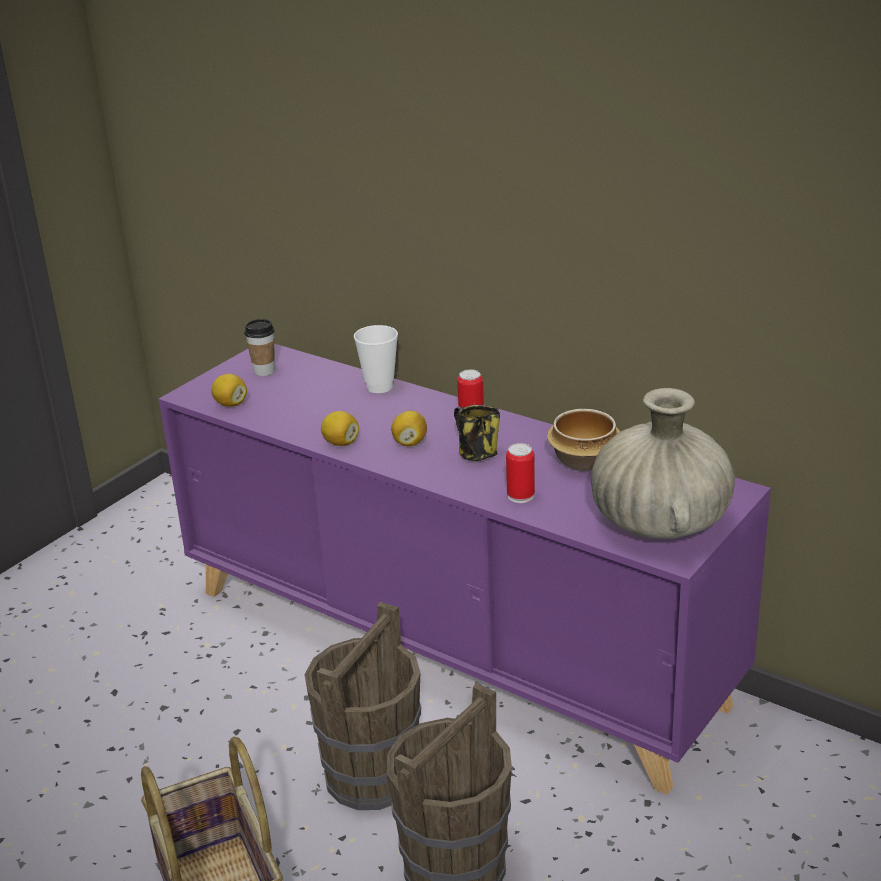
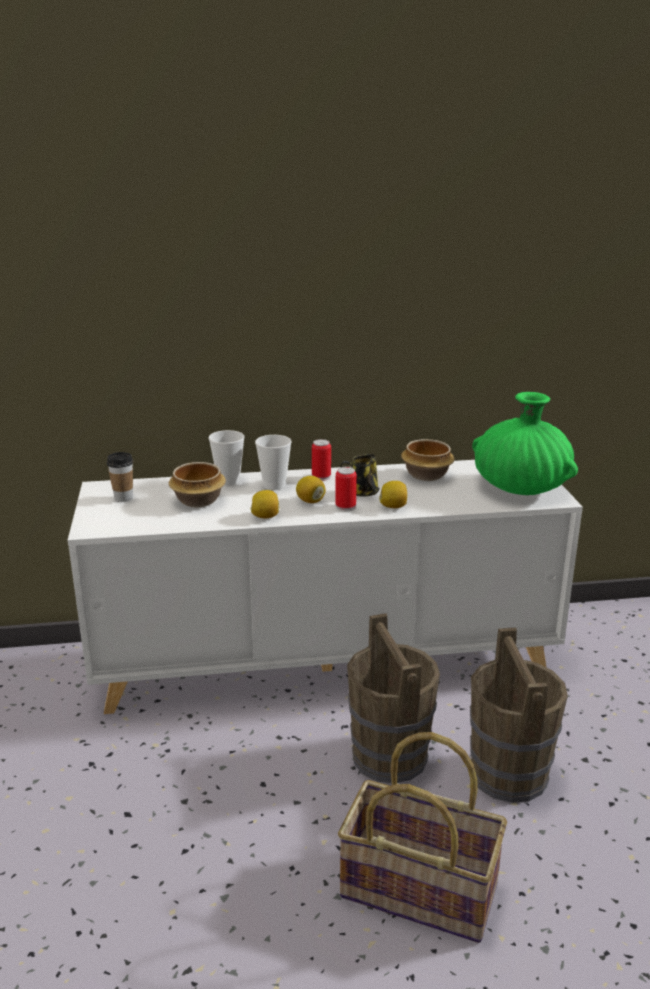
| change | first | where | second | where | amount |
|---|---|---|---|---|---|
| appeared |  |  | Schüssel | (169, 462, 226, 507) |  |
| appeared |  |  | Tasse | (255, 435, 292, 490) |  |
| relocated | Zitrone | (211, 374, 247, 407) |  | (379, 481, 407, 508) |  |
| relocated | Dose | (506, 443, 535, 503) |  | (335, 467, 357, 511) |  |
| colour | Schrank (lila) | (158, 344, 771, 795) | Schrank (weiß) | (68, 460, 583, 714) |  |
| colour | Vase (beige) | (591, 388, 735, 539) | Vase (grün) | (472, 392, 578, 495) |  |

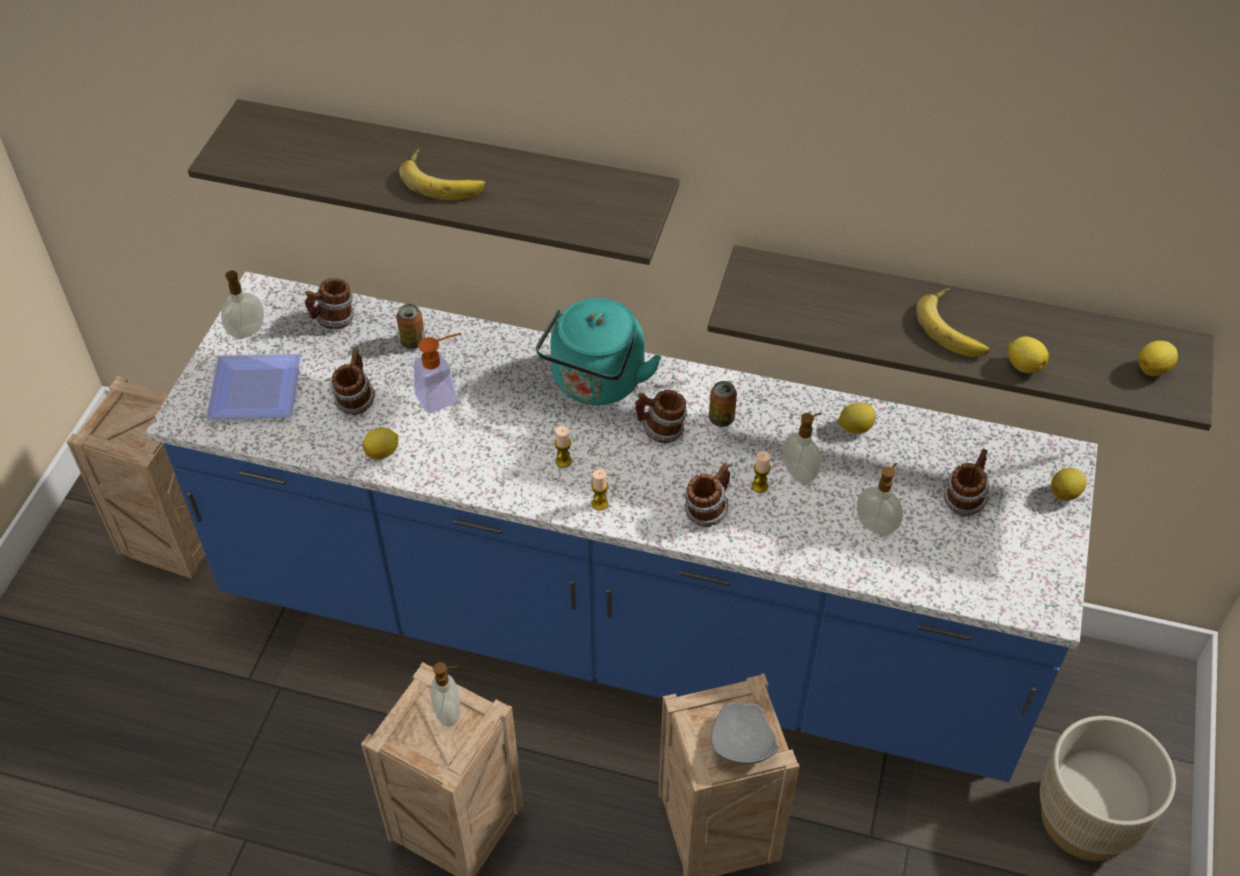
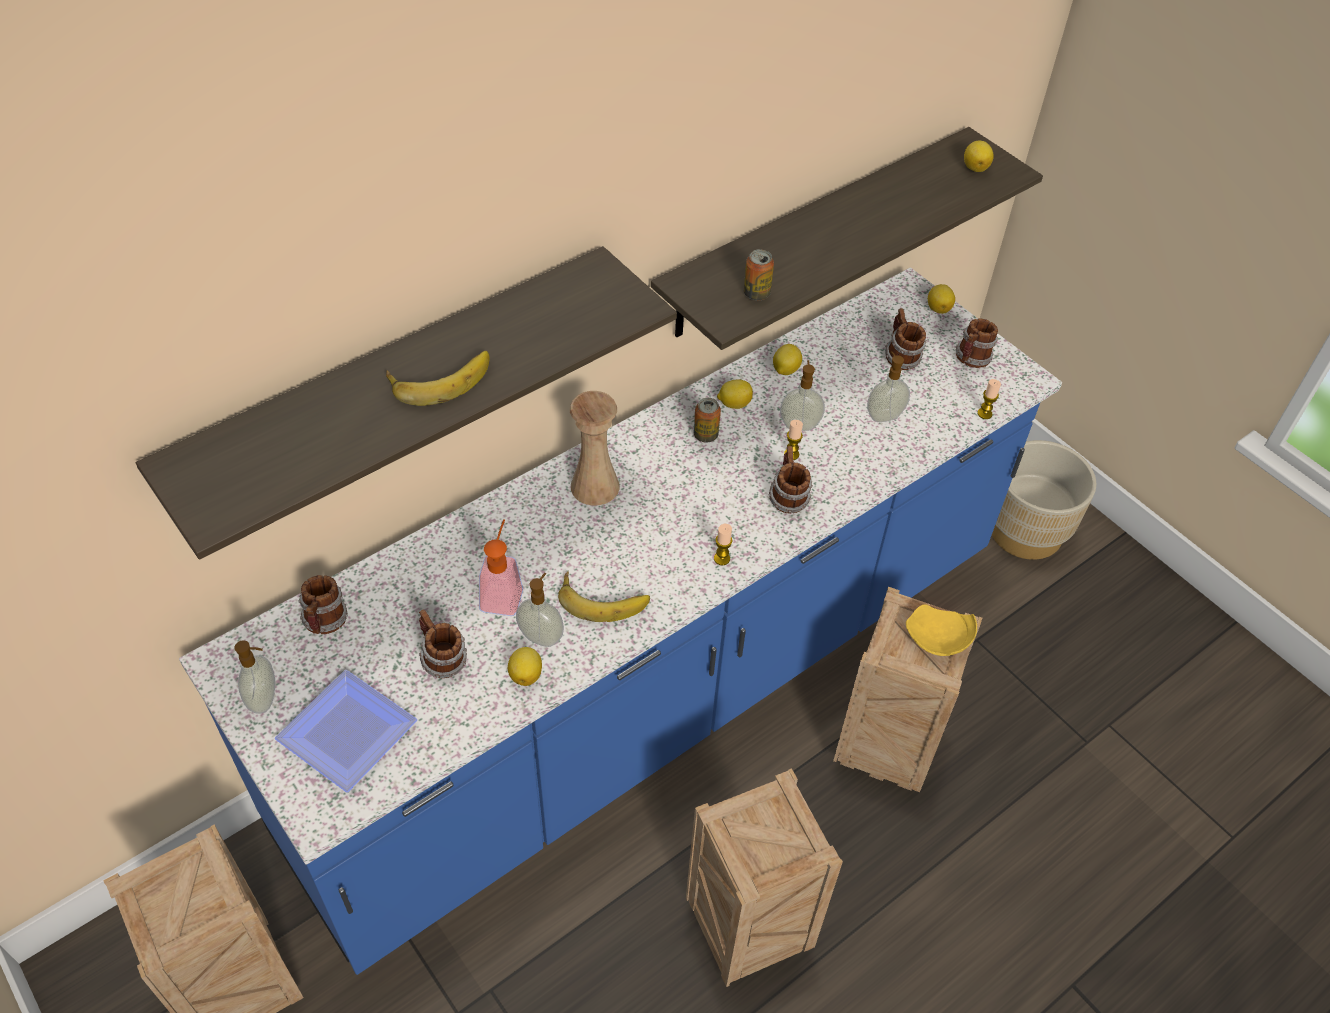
| change | first | where | second | where | amount |
|---|---|---|---|---|---|
| relocated | Dose | (396, 304, 425, 349) |  | (744, 250, 774, 301) |  |
| relocated | Seifenspender | (431, 662, 460, 727) |  | (516, 573, 564, 647) |  |
| relocated | Kerze | (554, 426, 572, 468) |  | (977, 379, 1001, 419) |  |
| relocated | Henkelbecher | (635, 390, 687, 443) |  | (955, 319, 998, 368) |  |
| relocated | Banane | (916, 288, 989, 357) |  | (558, 571, 650, 622) |  |
| relocated | Zitrone | (1008, 336, 1049, 373) |  | (717, 379, 753, 409) |  |
| exchanged | Wasserkessel (türkis) | (536, 298, 661, 405) | Vase (beige) | (570, 391, 620, 505) |  |
| colour | Teller (grau) | (711, 703, 779, 764) | Teller (gelb) | (906, 604, 977, 656) |  |

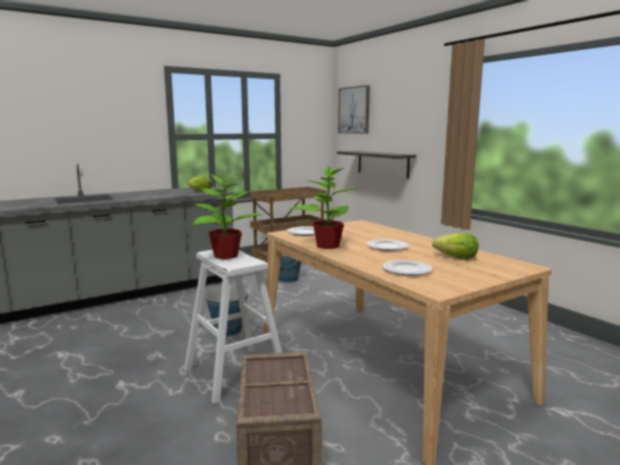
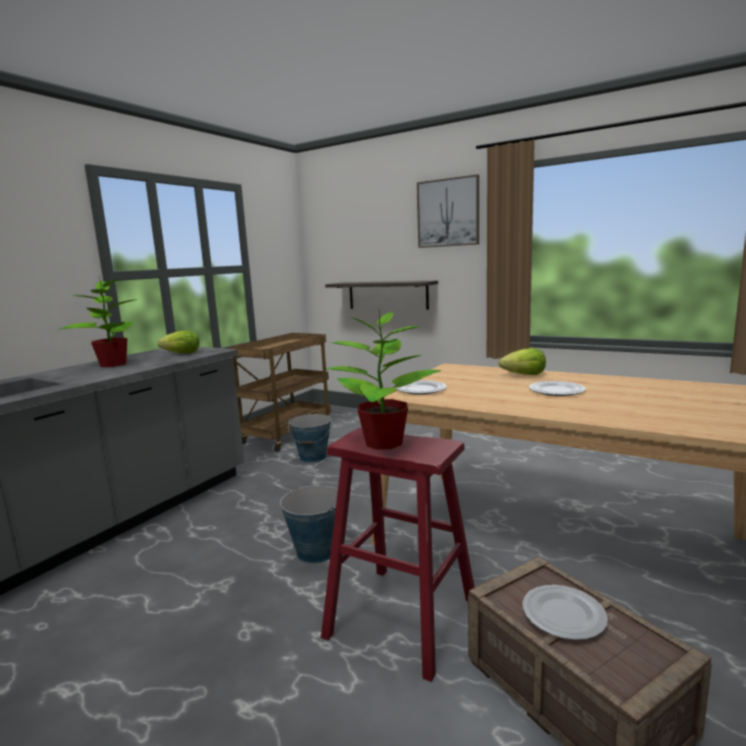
| change | first | where | second | where | amount |
|---|---|---|---|---|---|
| relocated | Topfpflanze | (290, 163, 359, 249) |  | (60, 275, 138, 367) |  |
| relocated | Bild | (338, 85, 370, 134) |  | (417, 174, 479, 248) |  |
| relocated | Teller | (383, 260, 433, 276) |  | (522, 585, 608, 640) |  |
| relocated | Salatkopf | (432, 233, 478, 260) |  | (499, 348, 546, 375) |  |
| colour | Hocker (weiß) | (184, 250, 282, 404) | Hocker (rot) | (321, 428, 475, 682) |  |

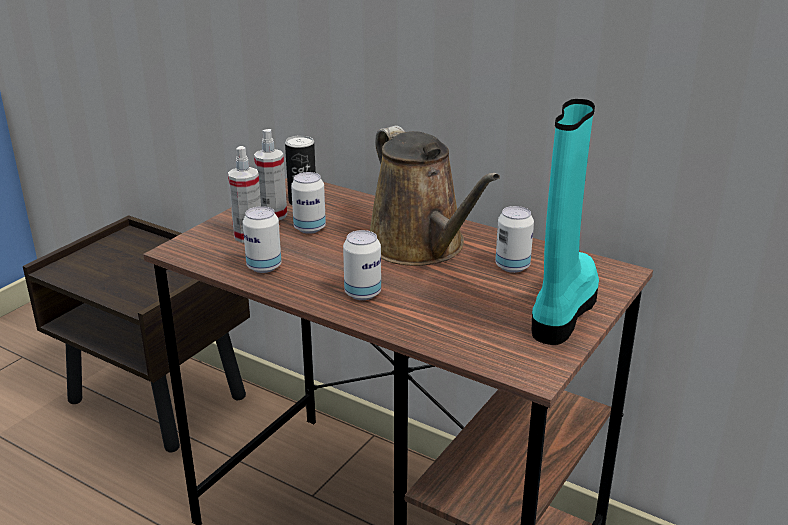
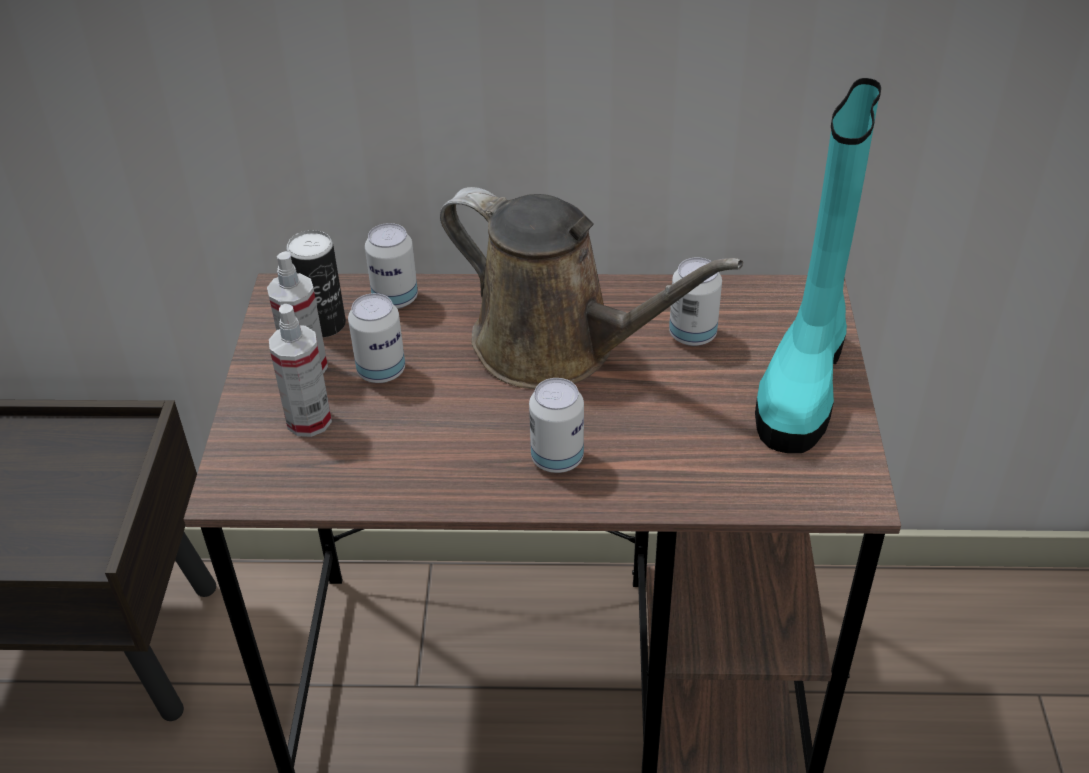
| change | first | where | second | where | amount |
|---|---|---|---|---|---|
| relocated | Dose | (243, 206, 281, 273) |  | (365, 223, 418, 309) |  |
| spun | Stiefel (türkis) | (532, 99, 599, 345) |  | (755, 78, 881, 453) | 150 degrees counterclockwise |

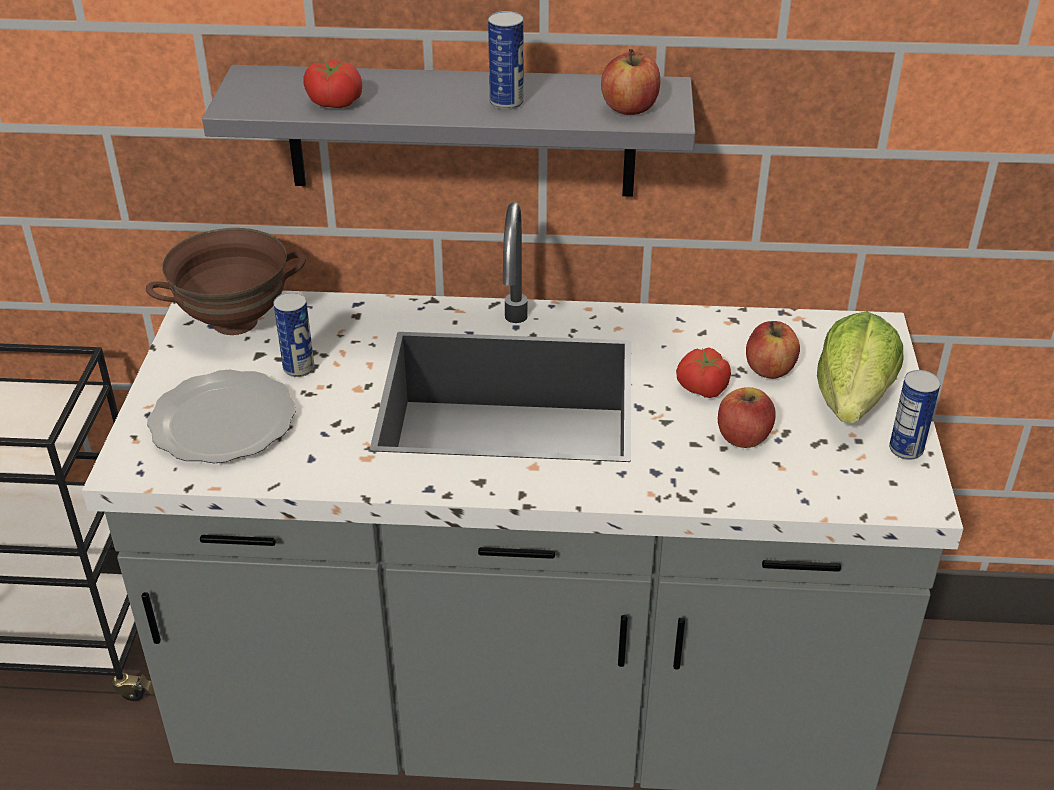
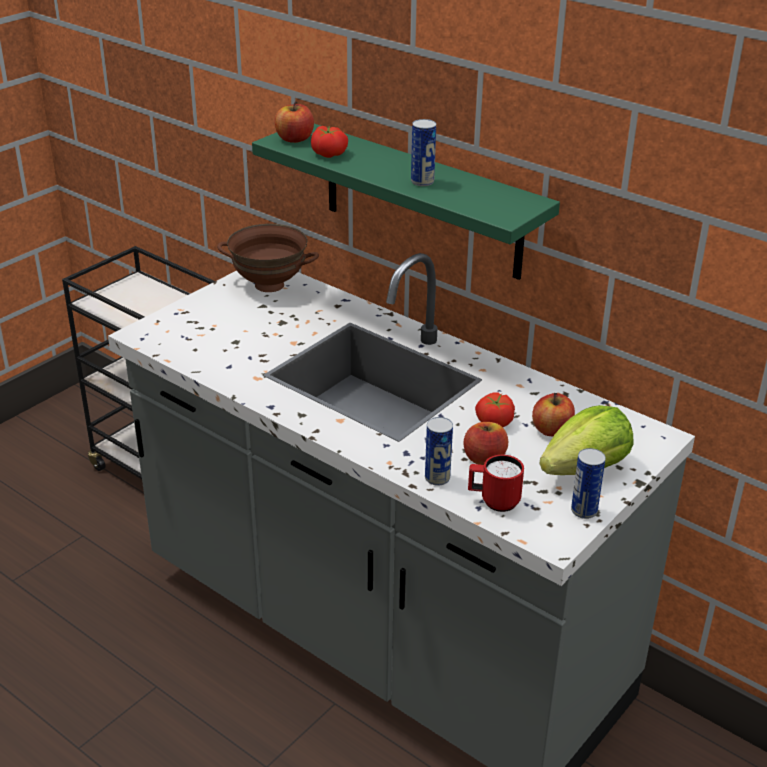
| change | first | where | second | where | amount |
|---|---|---|---|---|---|
| missing | Teller | (147, 369, 296, 463) |  |  |  |
| appeared |  |  | Henkelbecher (rot) | (468, 455, 524, 512) |  |
| relocated | Dose | (273, 292, 314, 377) |  | (425, 417, 453, 486) |  |
| relocated | Apfel | (601, 49, 660, 115) |  | (275, 101, 314, 143) |  |
| colour | Wandregal (grau) | (202, 65, 695, 197) | Wandregal (grün) | (252, 124, 560, 280) |  |

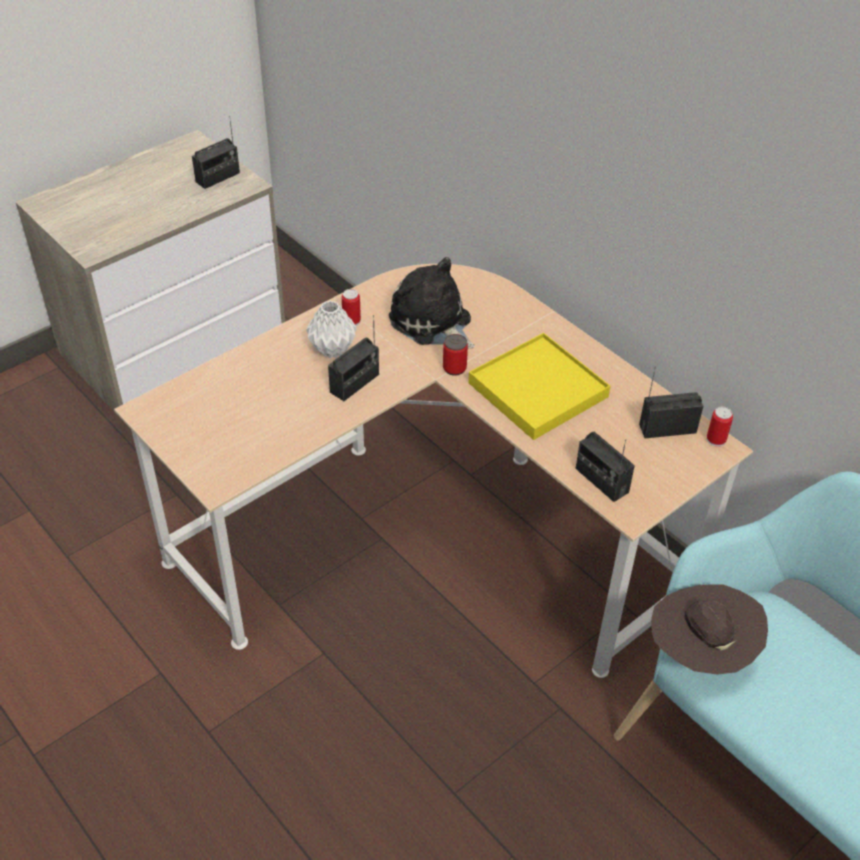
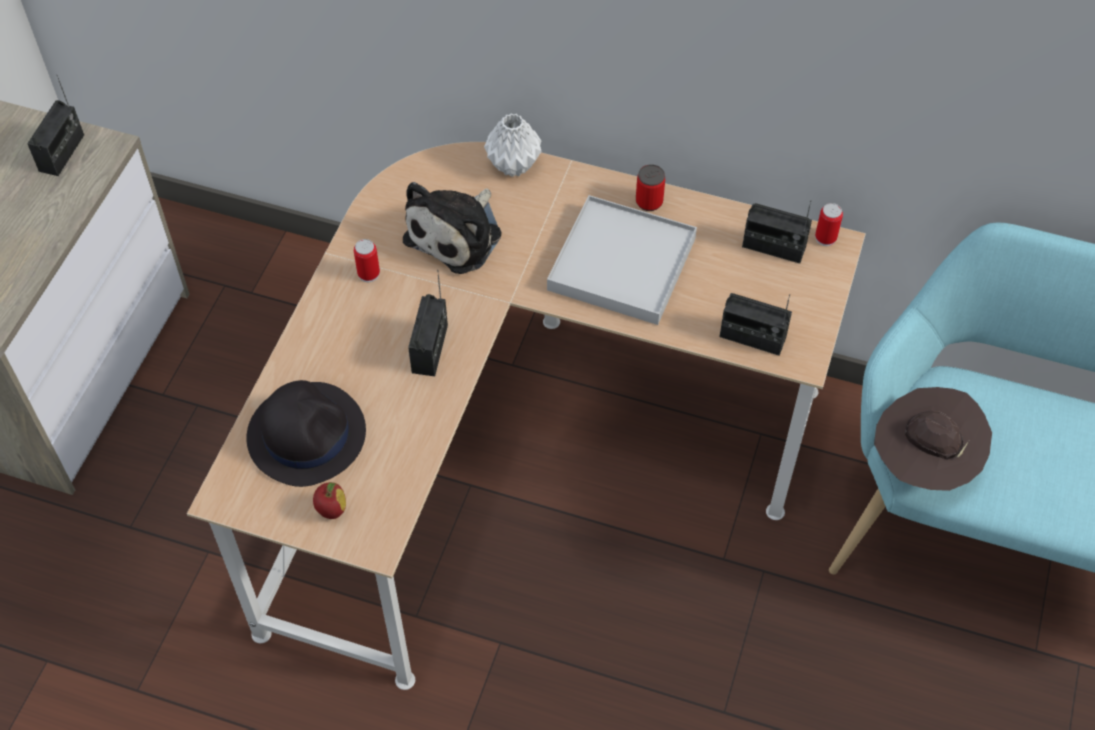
| change | first | where | second | where | amount |
|---|---|---|---|---|---|
| appeared |  |  | Hut (schwarz) | (246, 380, 366, 487) |  |
| appeared |  |  | Apfel | (313, 482, 346, 519) |  |
| relocated | Vase (weiß) | (306, 301, 357, 358) |  | (484, 113, 542, 177) |  |
| relocated | Dose | (443, 334, 468, 376) |  | (636, 165, 665, 211) |  |
| colour | Tablett (gelb) | (468, 333, 611, 440) | Tablett (weiß) | (547, 195, 697, 325) |  |
| spun | Plüschtier | (389, 257, 475, 348) |  | (403, 182, 502, 274) | 75 degrees counterclockwise |
| spun | Radio | (639, 367, 703, 438) |  | (742, 200, 812, 263) | 120 degrees counterclockwise |

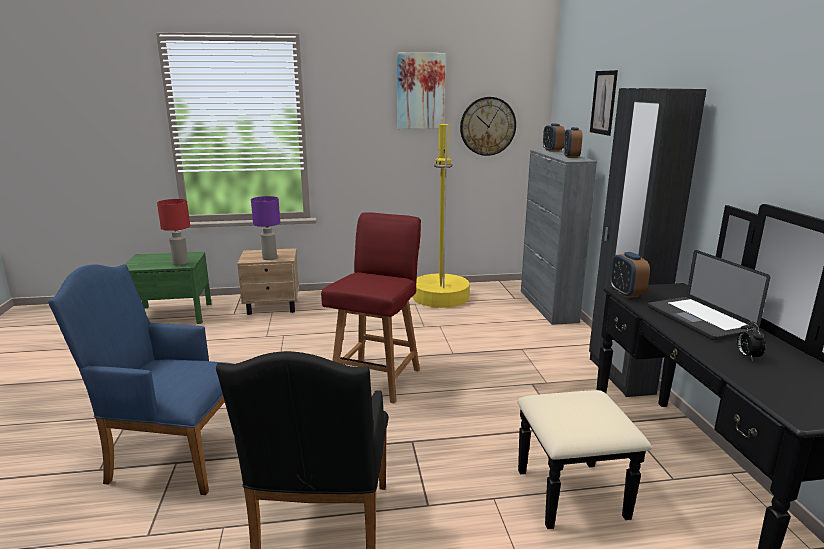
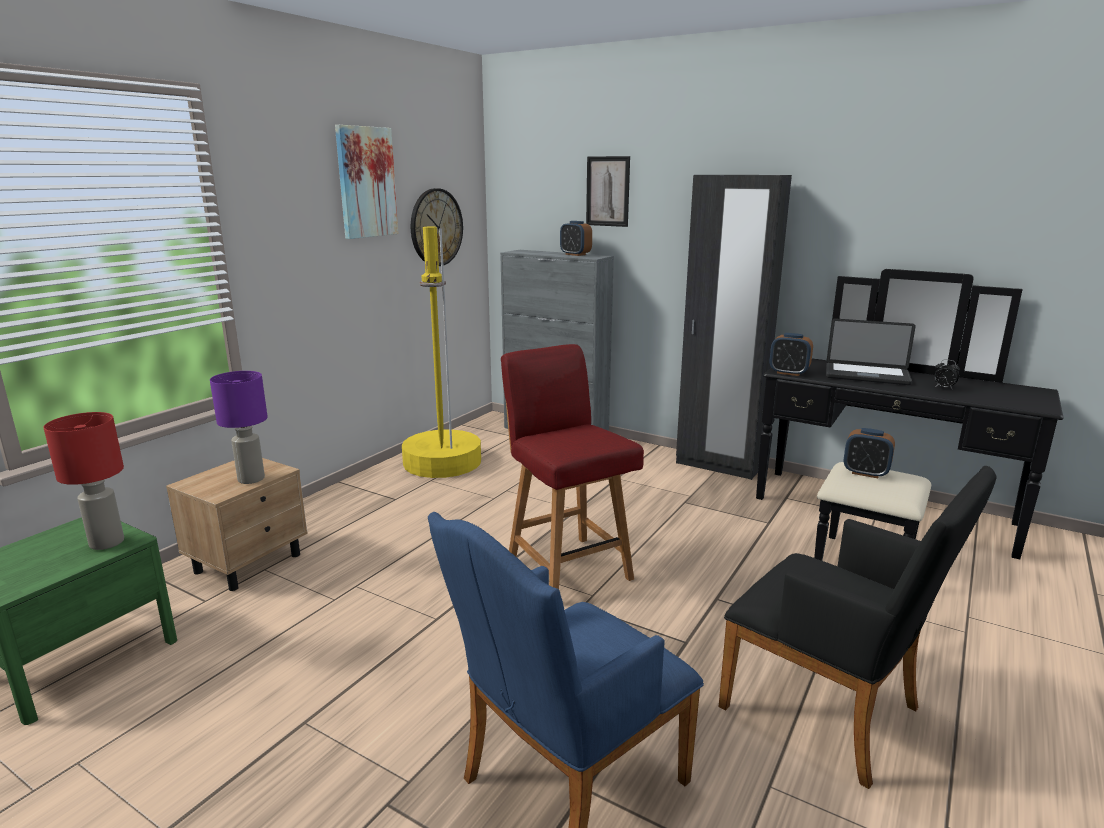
| change | first | where | second | where | amount |
|---|---|---|---|---|---|
| relocated | Wecker | (543, 123, 565, 152) |  | (844, 428, 895, 478) |  |

